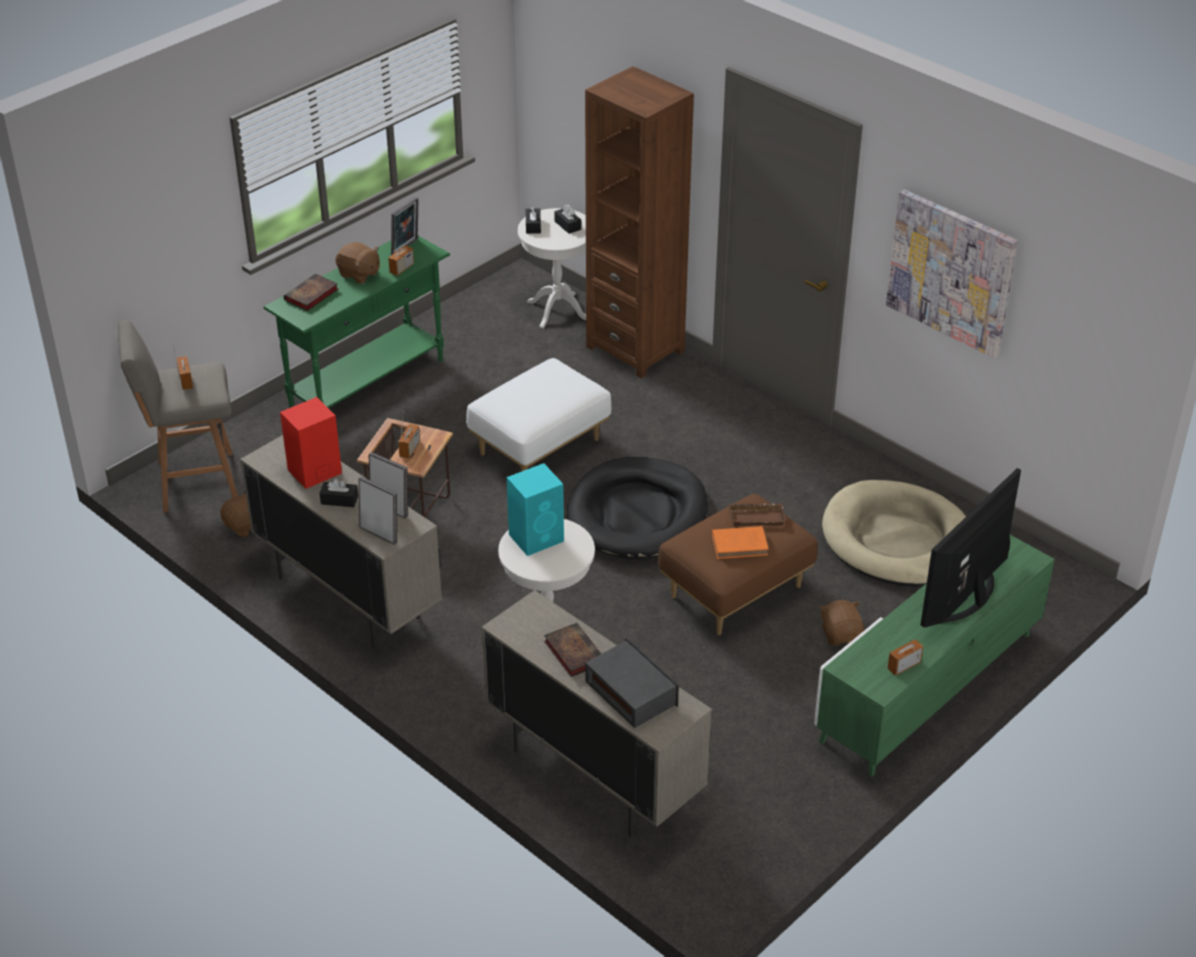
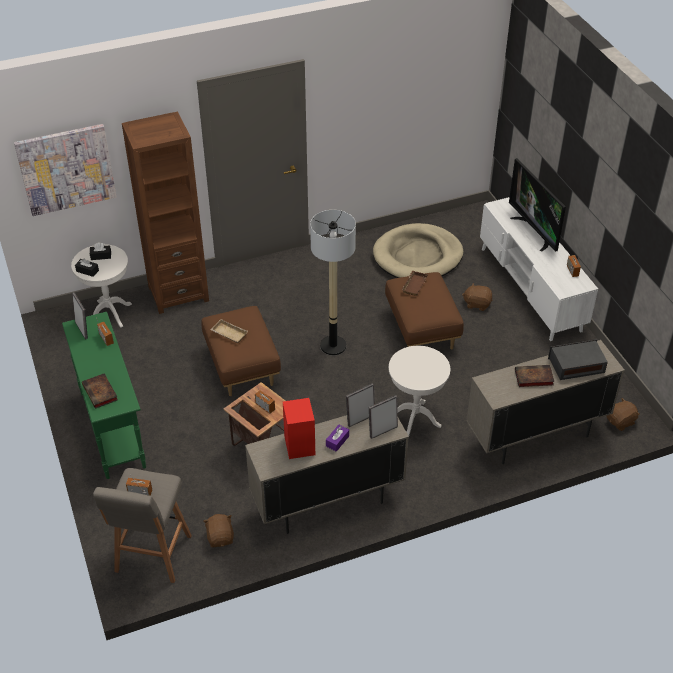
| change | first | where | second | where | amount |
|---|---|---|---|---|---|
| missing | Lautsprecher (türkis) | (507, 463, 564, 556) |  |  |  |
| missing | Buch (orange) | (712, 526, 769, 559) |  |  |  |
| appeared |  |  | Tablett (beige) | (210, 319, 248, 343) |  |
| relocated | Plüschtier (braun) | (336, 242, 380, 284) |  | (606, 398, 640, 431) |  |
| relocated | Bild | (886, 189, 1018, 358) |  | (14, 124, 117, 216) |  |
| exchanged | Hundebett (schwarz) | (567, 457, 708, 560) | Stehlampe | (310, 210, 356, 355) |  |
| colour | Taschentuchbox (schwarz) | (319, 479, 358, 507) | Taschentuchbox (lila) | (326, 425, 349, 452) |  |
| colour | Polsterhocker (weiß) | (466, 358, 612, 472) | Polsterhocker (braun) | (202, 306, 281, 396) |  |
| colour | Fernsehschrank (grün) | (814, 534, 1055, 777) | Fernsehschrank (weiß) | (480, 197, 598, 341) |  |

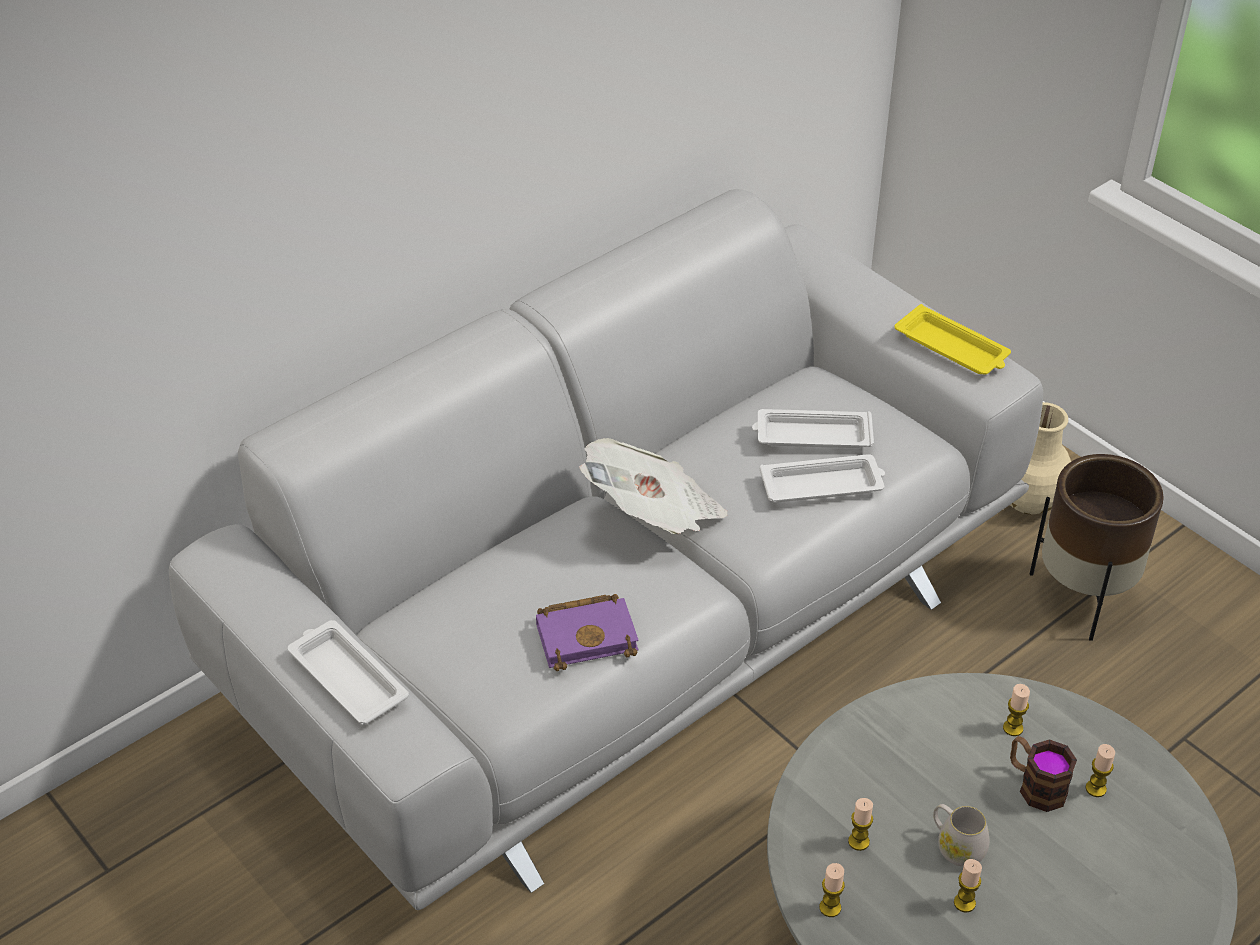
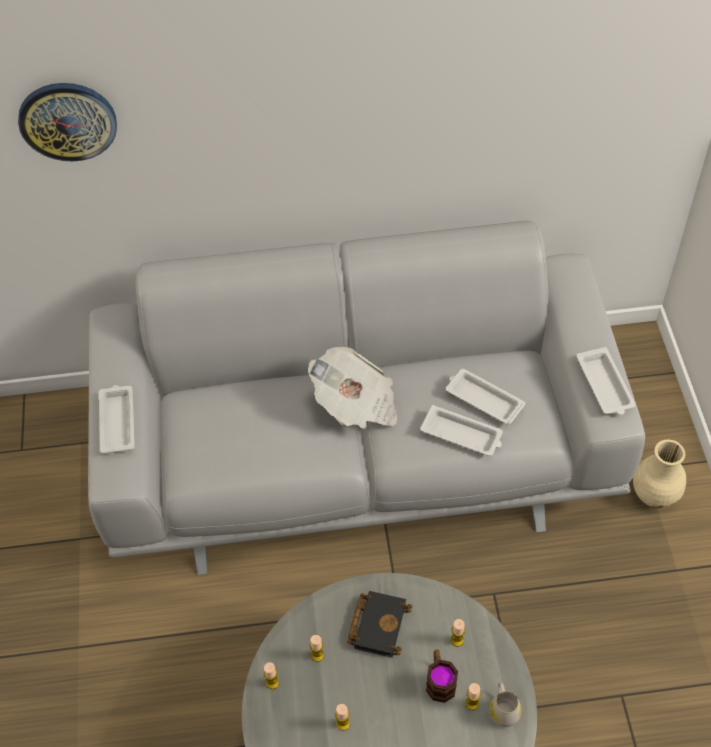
| change | first | where | second | where | amount |
|---|---|---|---|---|---|
| missing | Buch (lila) | (536, 594, 639, 671) |  |  |  |
| missing | Pflanzkübel (braun) | (1029, 454, 1164, 641) |  |  |  |
| appeared |  |  | Wanduhr | (18, 83, 117, 161) |  |
| appeared |  |  | Buch (schwarz) | (347, 591, 412, 658) |  |
| relocated | Henkelbecher (weiß) | (933, 804, 989, 867) |  | (489, 682, 522, 727) |  |
| colour | Tablett (gelb) | (894, 304, 1011, 375) | Tablett (weiß) | (576, 347, 635, 415) |  |

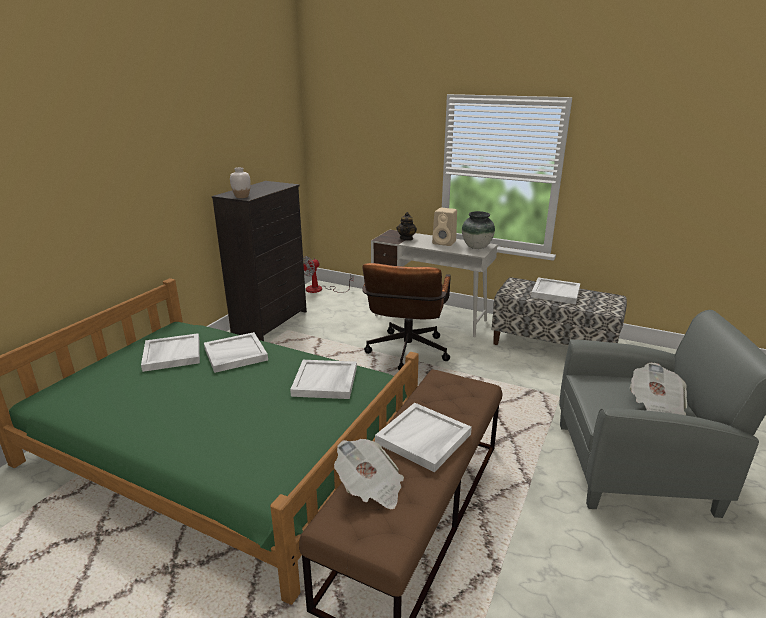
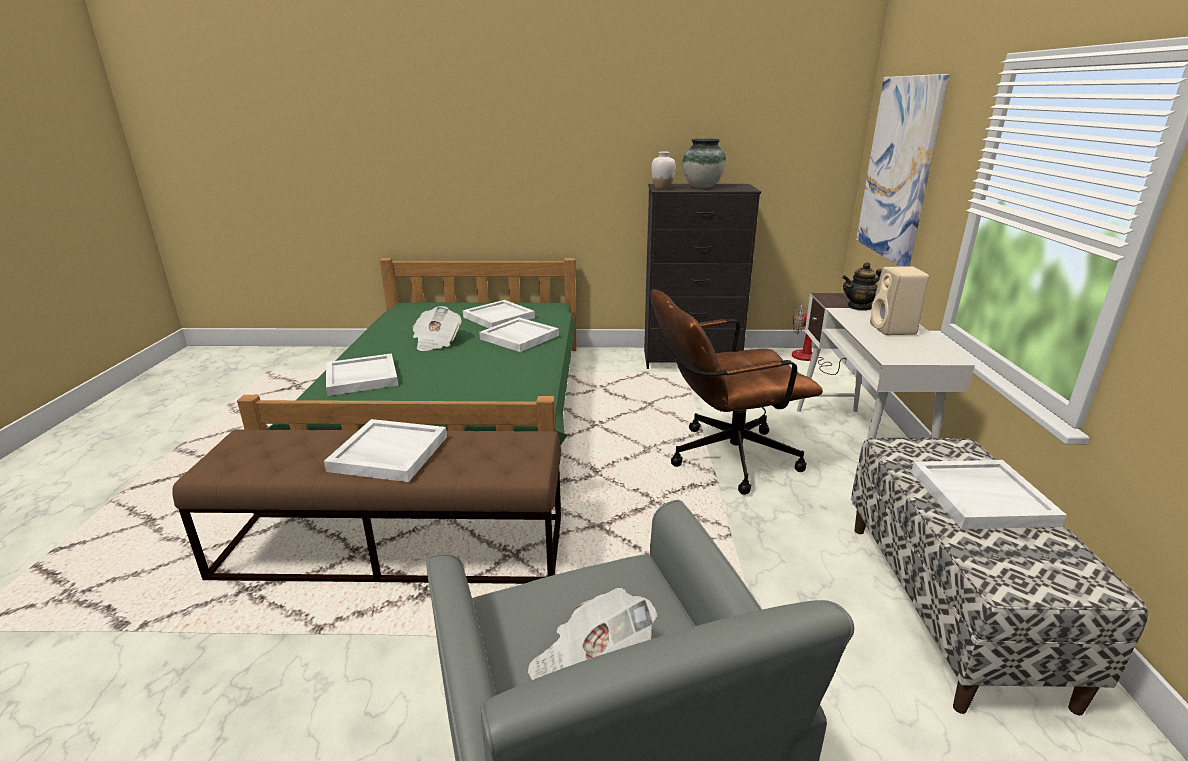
| change | first | where | second | where | amount |
|---|---|---|---|---|---|
| appeared |  |  | Bild | (856, 74, 949, 267) |  |
| relocated | Tablett (weiß) | (290, 360, 357, 399) |  | (326, 353, 398, 396) |  |
| relocated | Zeitung | (334, 439, 404, 509) |  | (412, 306, 462, 351) |  |
| relocated | Vase | (462, 211, 495, 249) |  | (682, 138, 726, 188) |  |

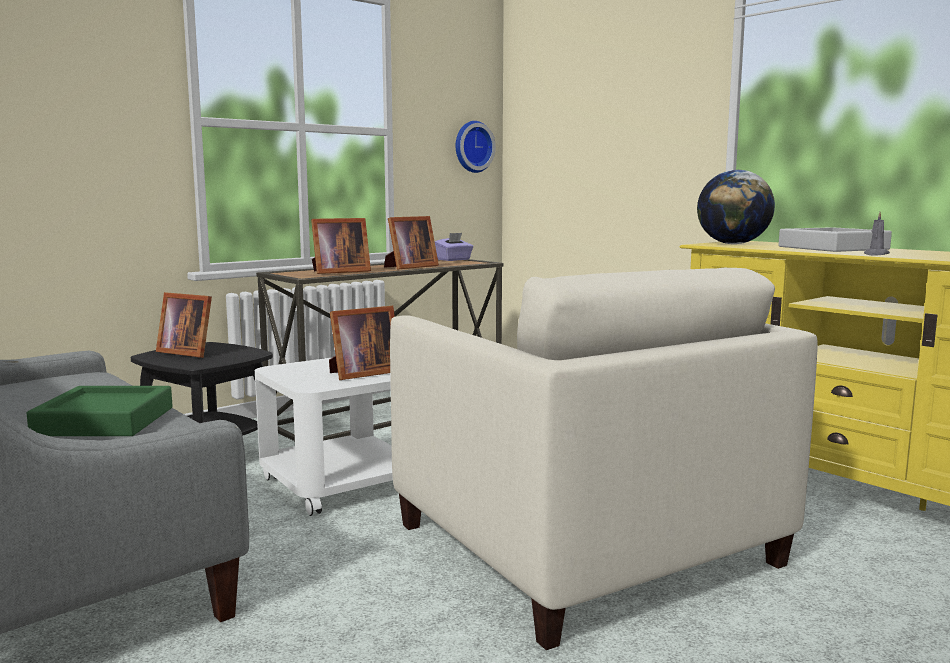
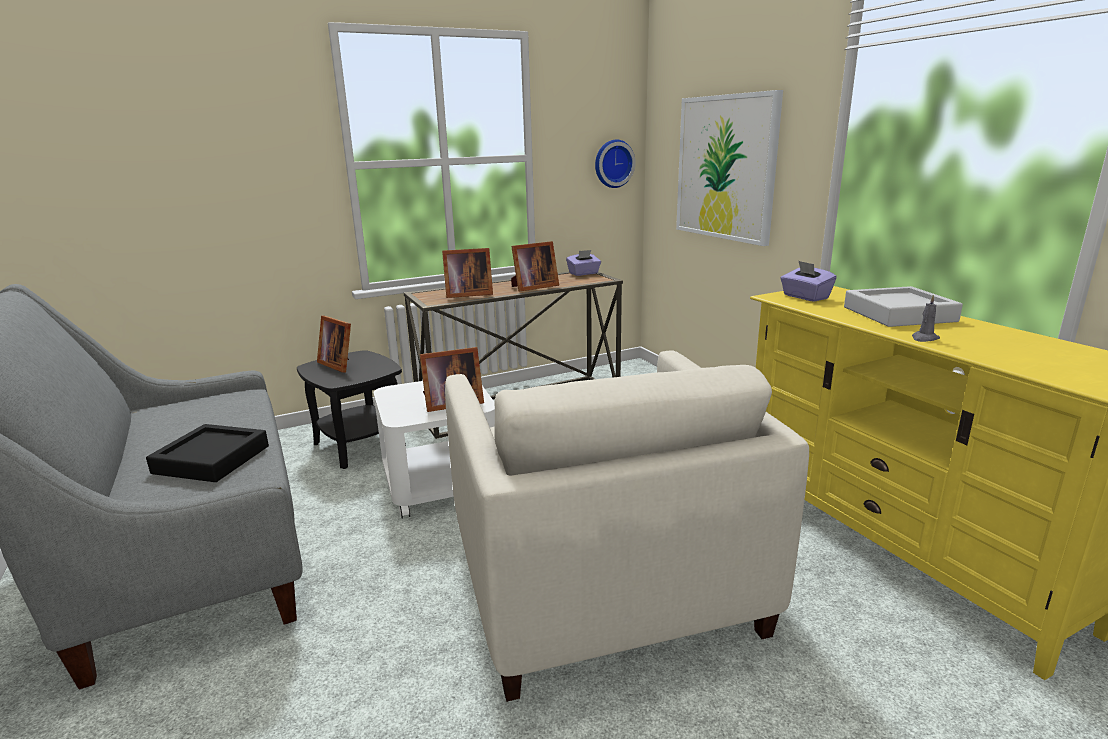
| change | first | where | second | where | amount |
|---|---|---|---|---|---|
| appeared |  |  | Bild | (676, 90, 783, 246) |  |
| exchanged | Globus | (697, 170, 775, 244) | Taschentuchbox (lila) | (780, 261, 837, 302) |  |
| colour | Tablett (grün) | (27, 386, 172, 436) | Tablett (schwarz) | (146, 424, 269, 482) |  |

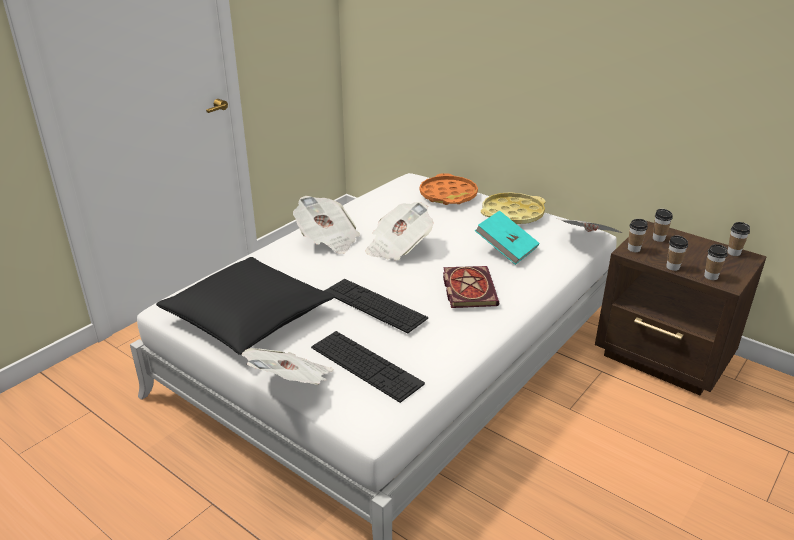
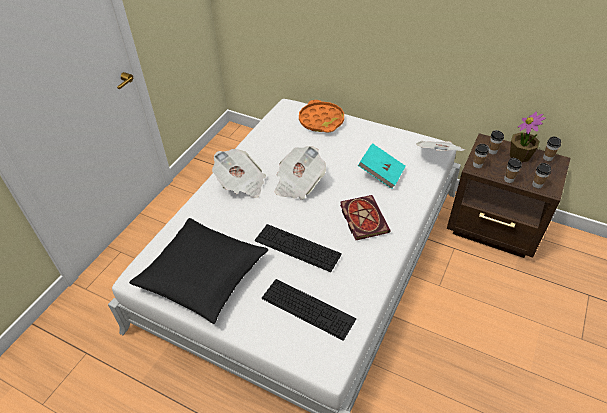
| change | first | where | second | where | amount |
|---|---|---|---|---|---|
| missing | Zeitung | (242, 348, 334, 385) |  |  |  |
| missing | Tablett (gelb) | (481, 192, 546, 224) |  |  |  |
| appeared |  |  | Topfpflanze | (510, 112, 546, 163) |  |

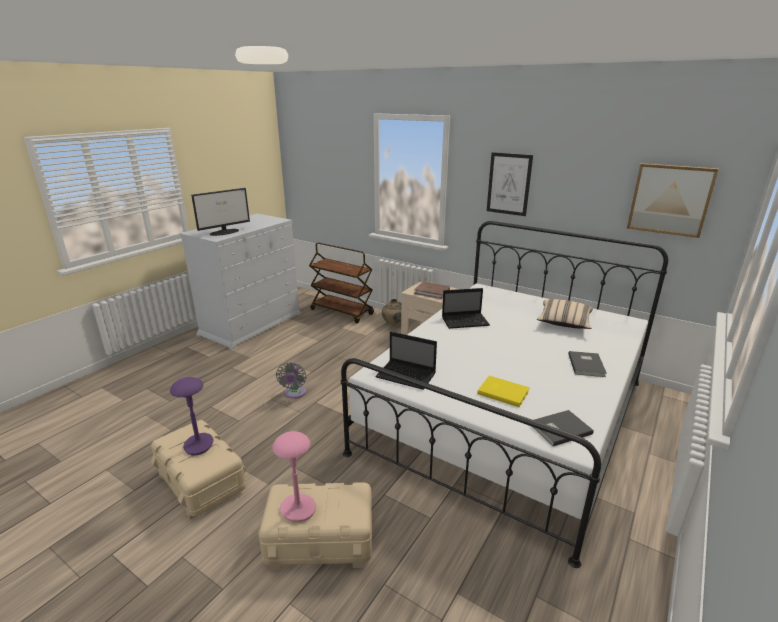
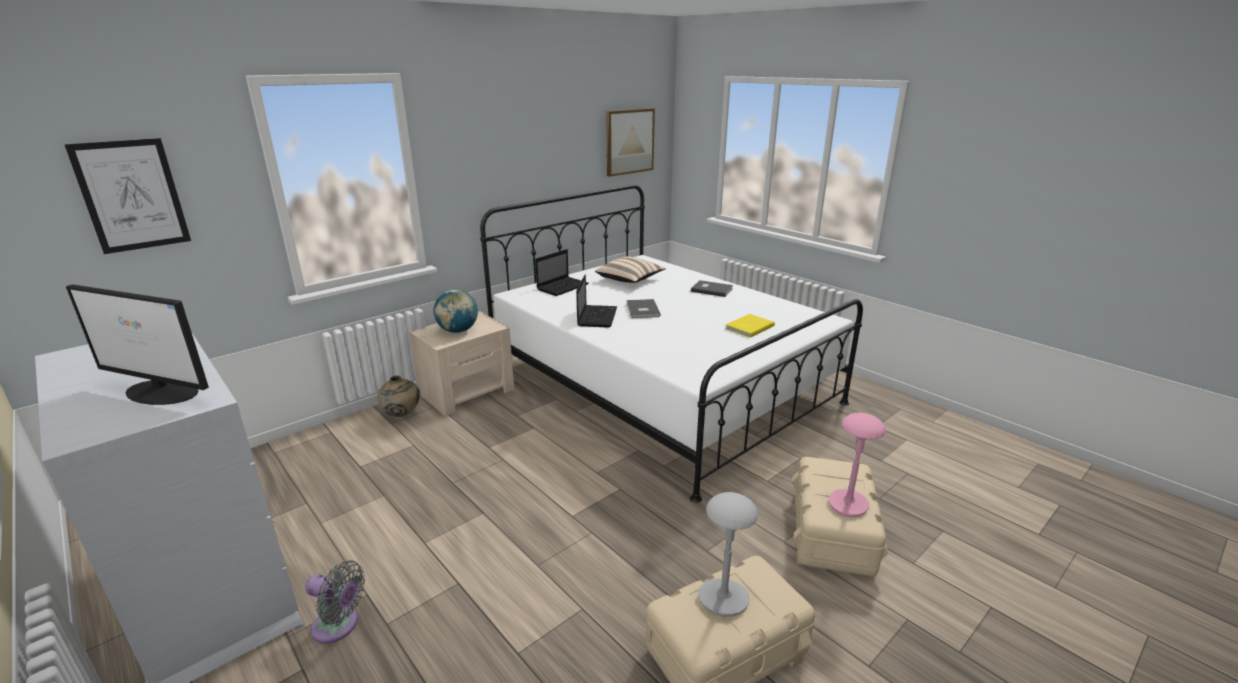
| change | first | where | second | where | amount |
|---|---|---|---|---|---|
| missing | Rollwagen (braun) | (309, 243, 374, 323) |  |  |  |
| relocated | Ventilator (grau) | (276, 362, 307, 399) |  | (305, 560, 365, 643) |  |
| relocated | Laptop | (375, 332, 437, 390) |  | (535, 249, 589, 296) |  |
| relocated | Bild | (487, 152, 533, 216) |  | (65, 138, 191, 254) |  |
| relocated | Buch (grau) | (533, 410, 594, 446) |  | (626, 299, 661, 318) |  |
| exchanged | Buch (braun) | (414, 282, 450, 299) | Globus | (433, 290, 478, 333) |  |
| colour | Tischlampe (lila) | (170, 377, 213, 456) | Tischlampe (grau) | (698, 492, 758, 617) |  |
| spun | Monitor | (191, 188, 250, 236) |  | (66, 284, 209, 405) | 135 degrees clockwise |

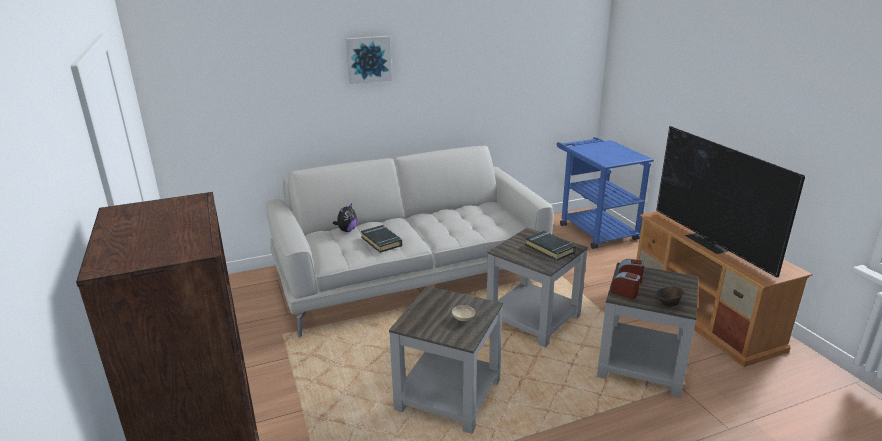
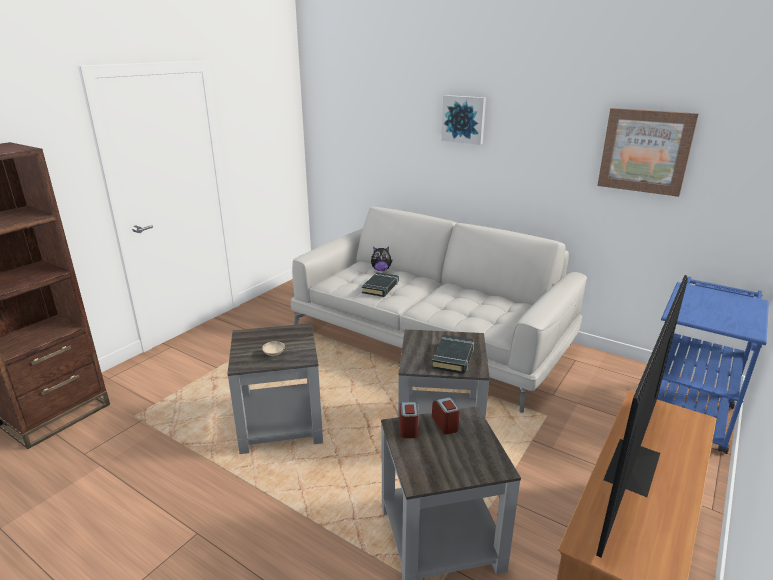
| change | first | where | second | where | amount |
|---|---|---|---|---|---|
| missing | Schüssel (braun) | (655, 286, 684, 307) |  |  |  |
| appeared |  |  | Bild | (597, 108, 699, 197) |  |

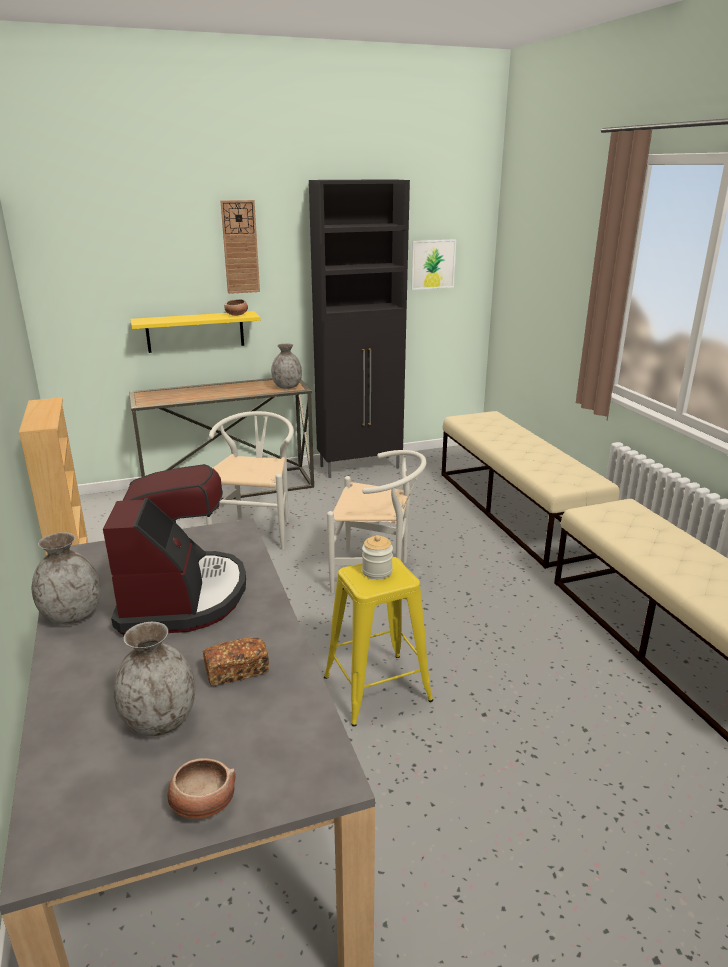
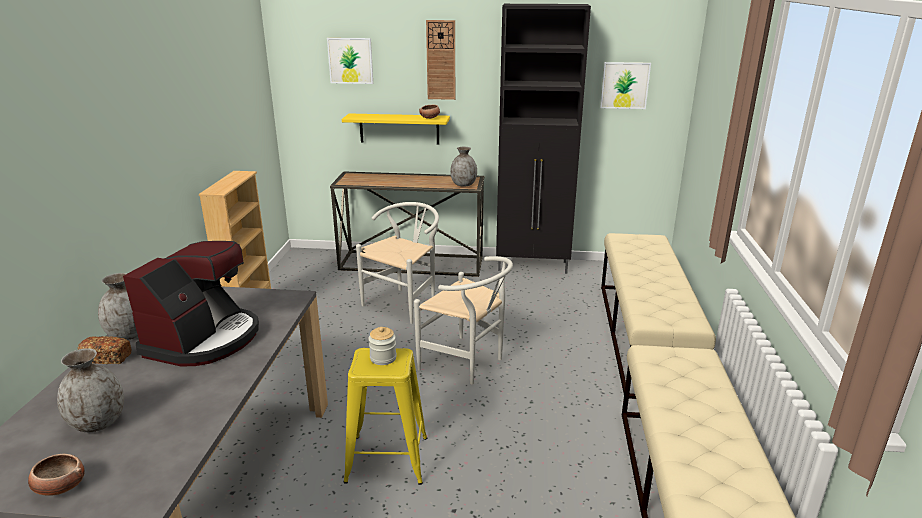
| change | first | where | second | where | amount |
|---|---|---|---|---|---|
| appeared |  |  | Bild | (327, 38, 373, 84) |  |
| relocated | Brot | (203, 637, 269, 686) |  | (78, 336, 131, 364) |  |

